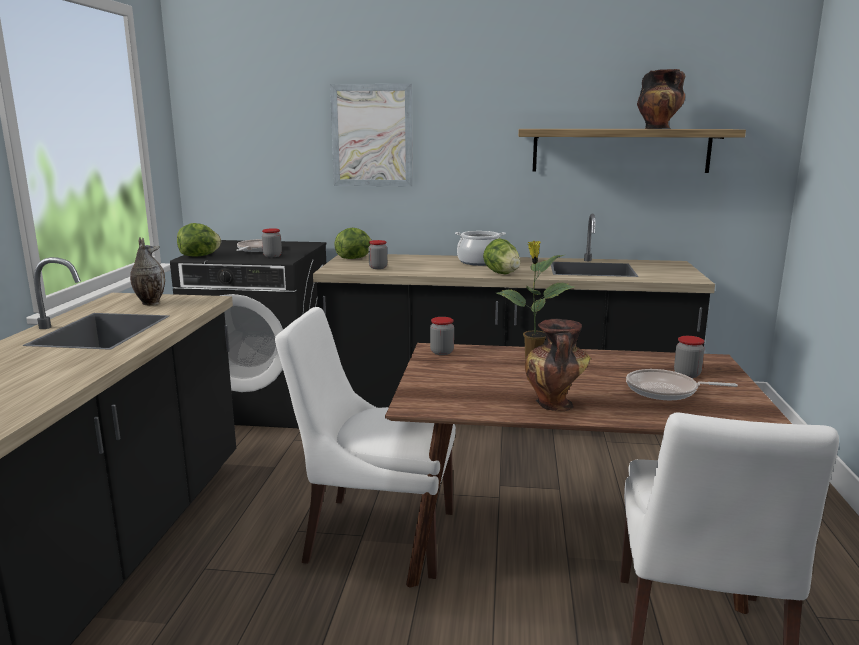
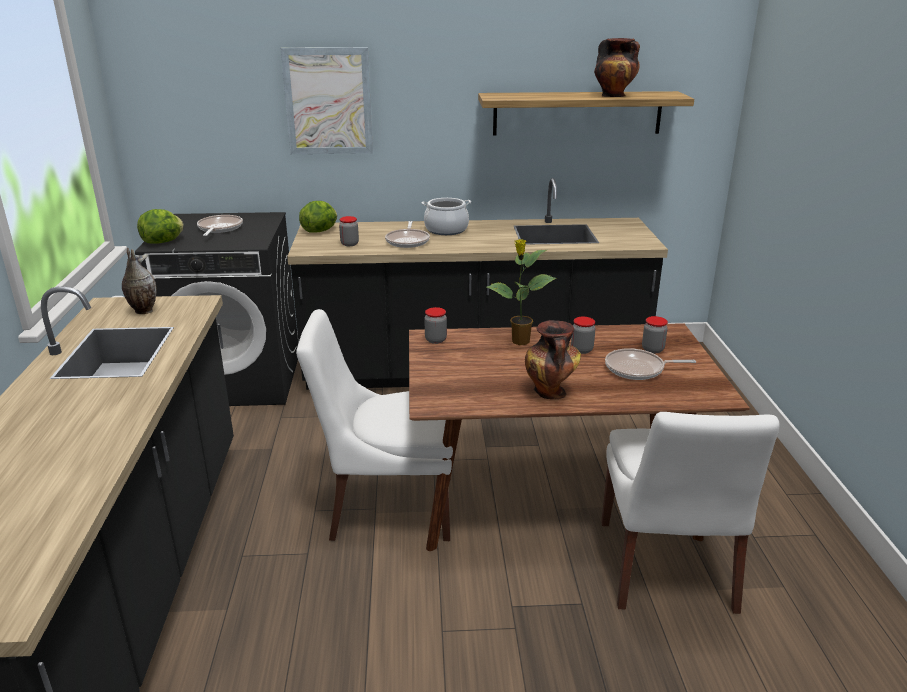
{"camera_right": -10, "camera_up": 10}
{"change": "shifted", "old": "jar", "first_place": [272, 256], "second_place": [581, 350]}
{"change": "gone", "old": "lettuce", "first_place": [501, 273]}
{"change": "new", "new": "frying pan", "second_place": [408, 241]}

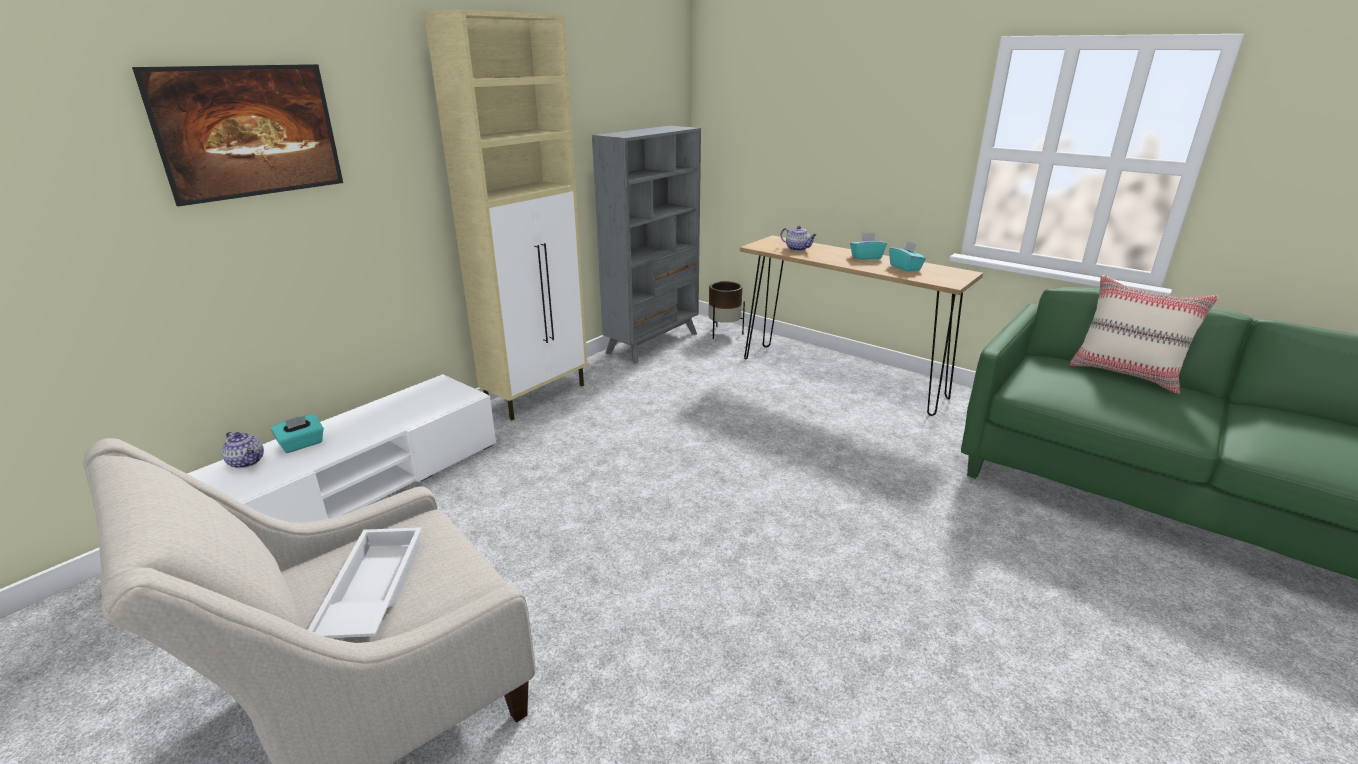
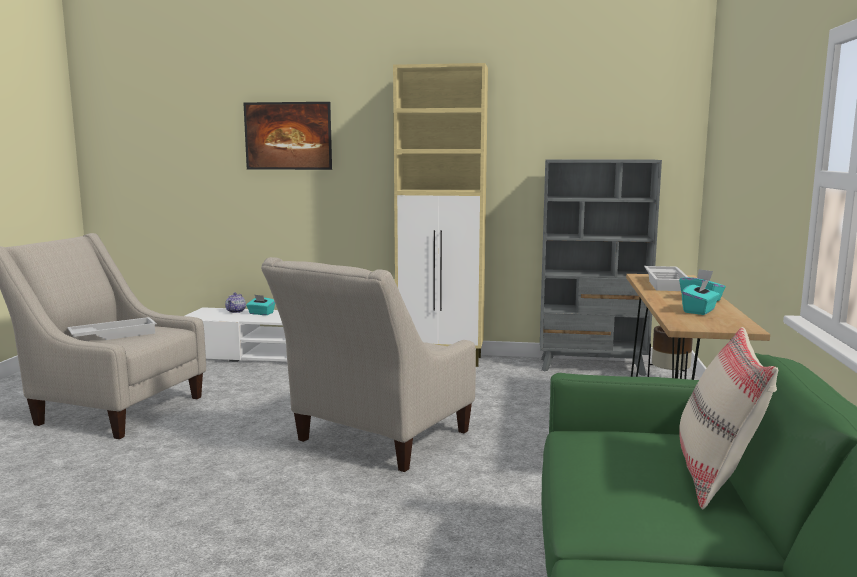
{"camera_right": 60, "camera_up": -15}
{"change": "swapped", "old": "teapot", "new": "white tray", "first_place": [798, 249], "second_place": [667, 283]}
{"change": "new", "new": "beige armchair", "second_place": [375, 440]}

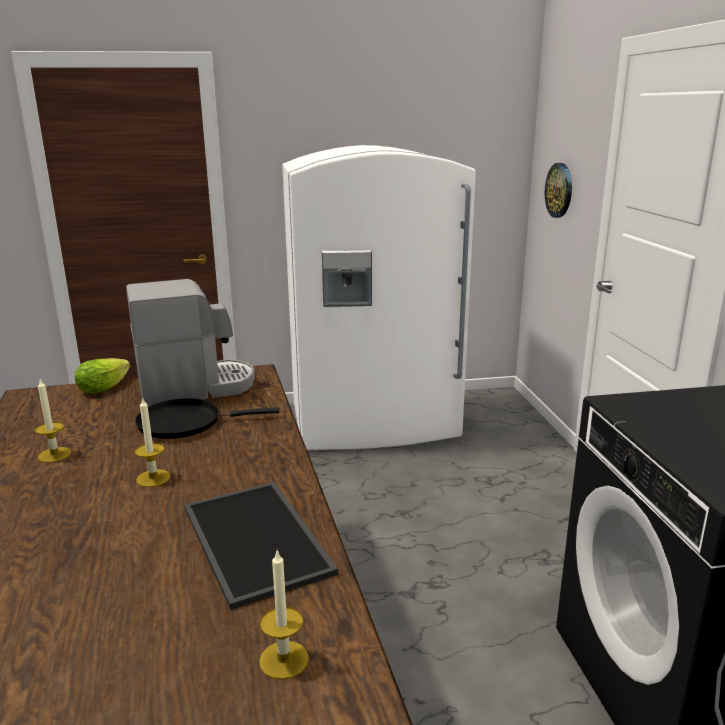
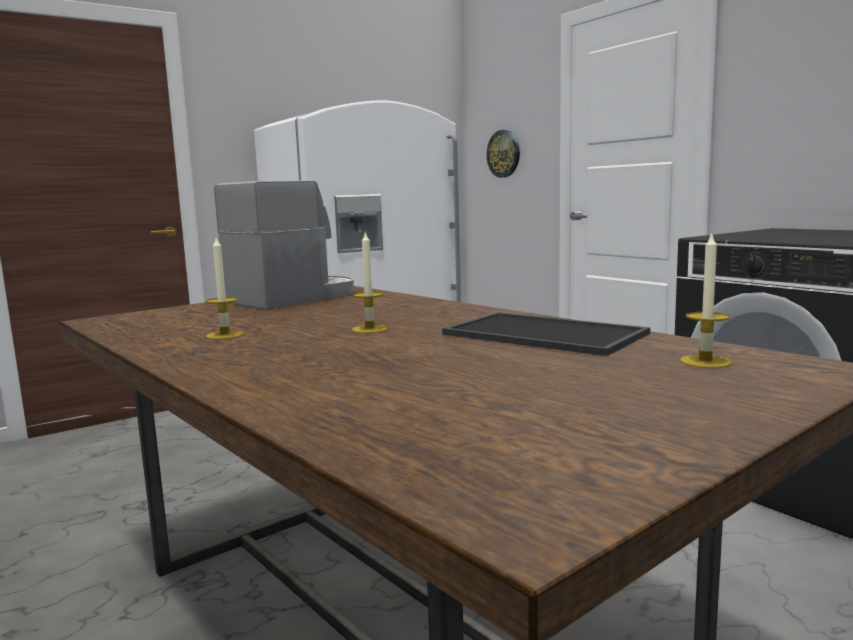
{"camera_right": -25, "camera_up": -10}
{"change": "gone", "old": "lettuce", "first_place": [106, 386]}
{"change": "gone", "old": "black frying pan", "first_place": [185, 423]}

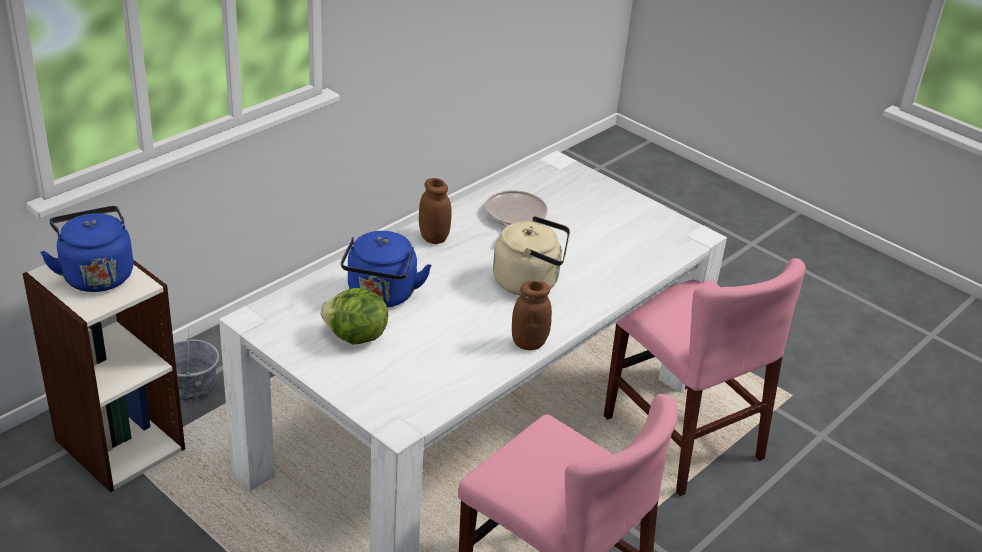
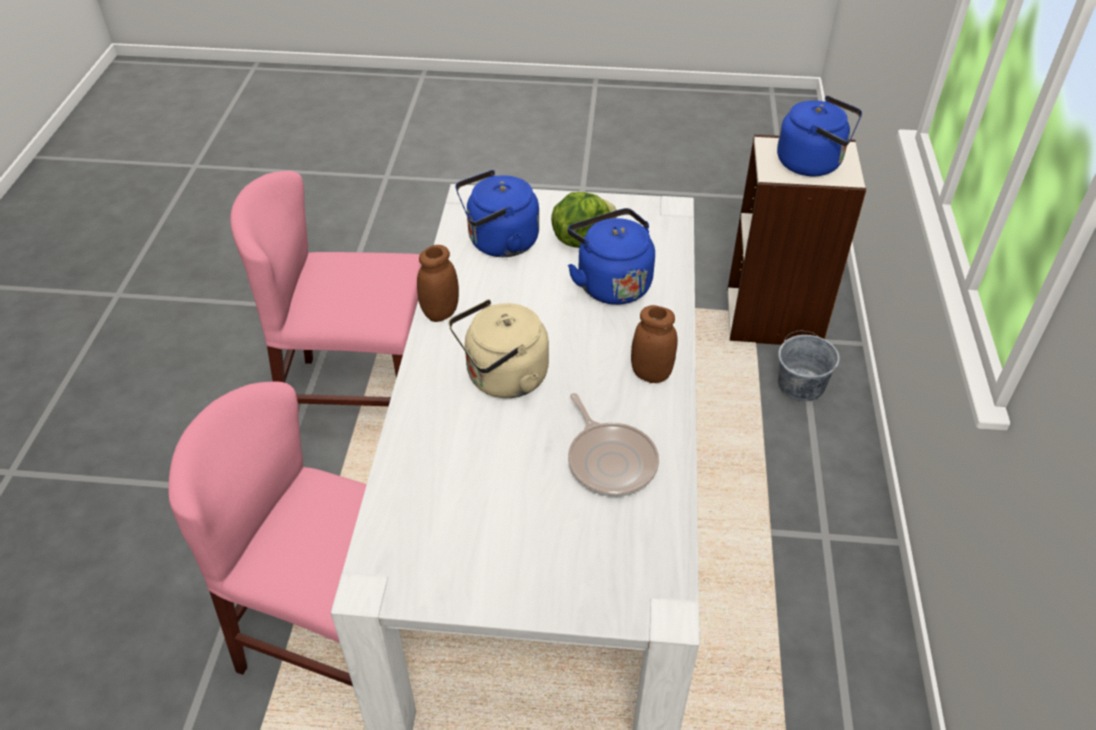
{"camera_right": 145, "camera_up": 10}
{"change": "new", "new": "blue kettle", "second_place": [499, 243]}

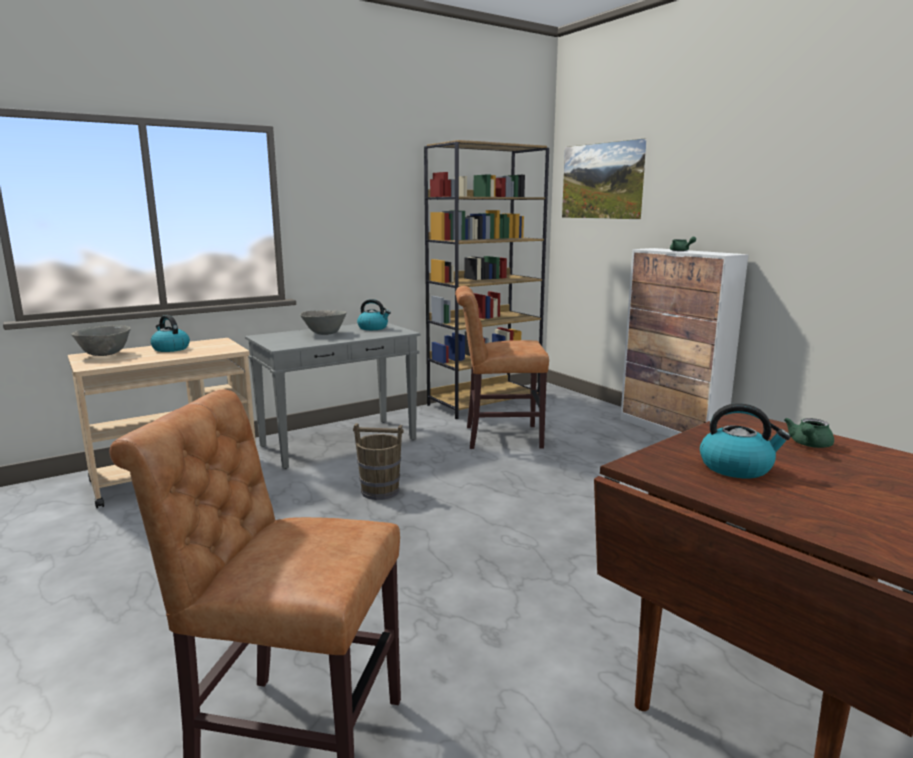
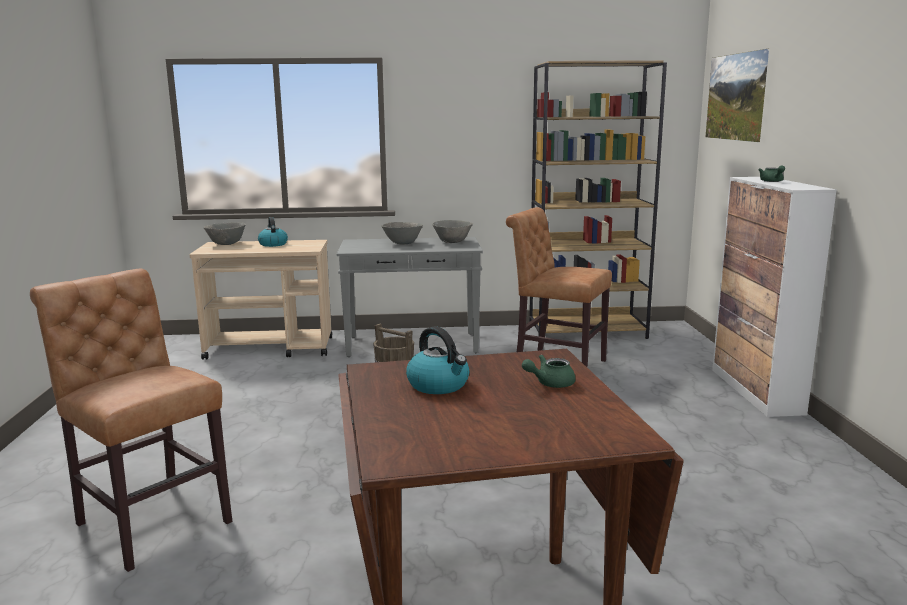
{"camera_right": 30, "camera_up": 0}
{"change": "swapped", "old": "kettle", "new": "grey bowl", "first_place": [373, 328], "second_place": [452, 242]}

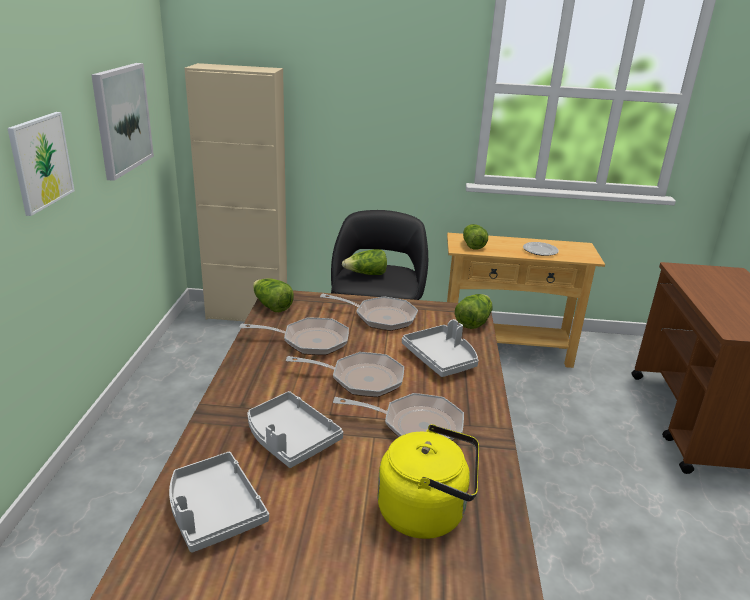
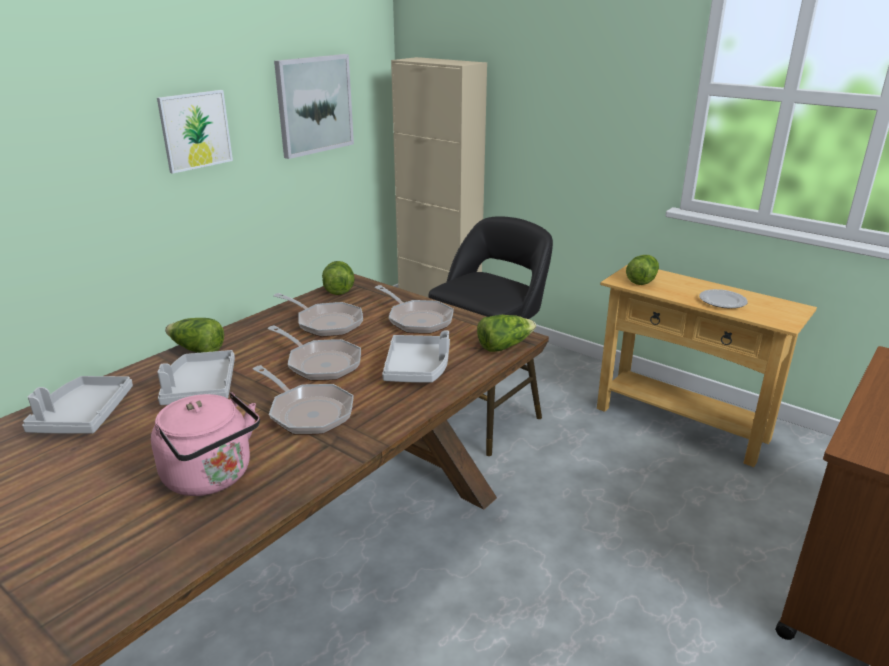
{"camera_right": 35, "camera_up": 0}
{"change": "shifted", "old": "lettuce", "first_place": [366, 274], "second_place": [197, 350]}
{"change": "repainted", "old": "yellow kettle", "new": "pink kettle", "first_place": [427, 512], "second_place": [212, 477]}

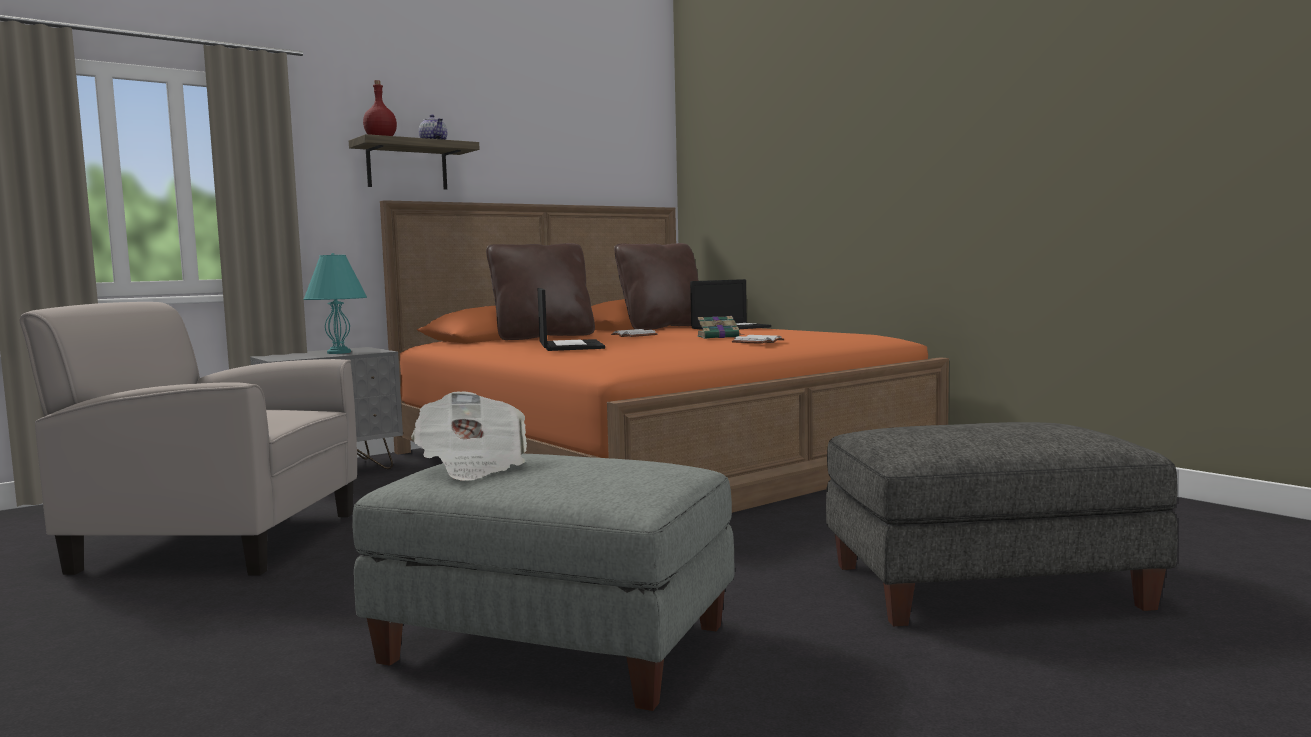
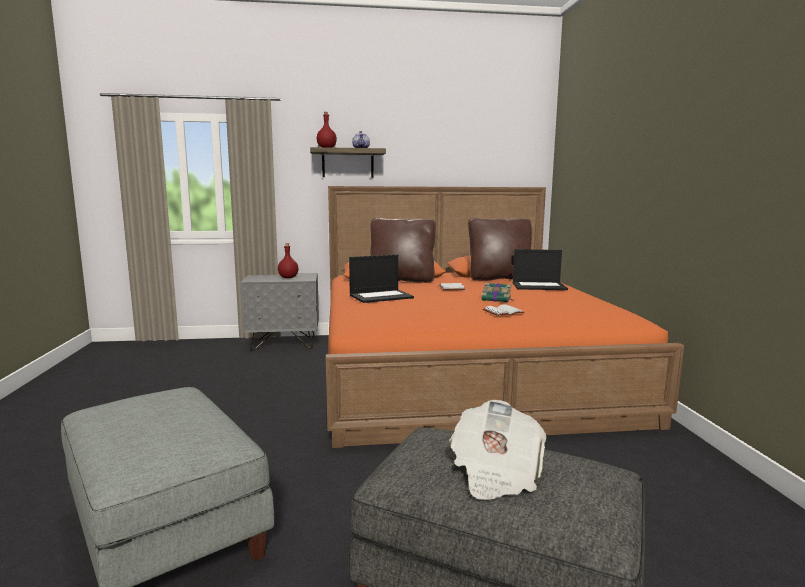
{"camera_right": 30, "camera_up": 5}
{"change": "gone", "old": "beige armchair", "first_place": [217, 541]}
{"change": "swapped", "old": "turquoise table lamp", "new": "red bottle", "first_place": [339, 352], "second_place": [288, 277]}
{"change": "shifted", "old": "newspaper", "first_place": [472, 467], "second_place": [495, 473]}
{"change": "rotated", "old": "laptop", "first_place": [569, 346], "second_place": [381, 296], "degrees": 45}

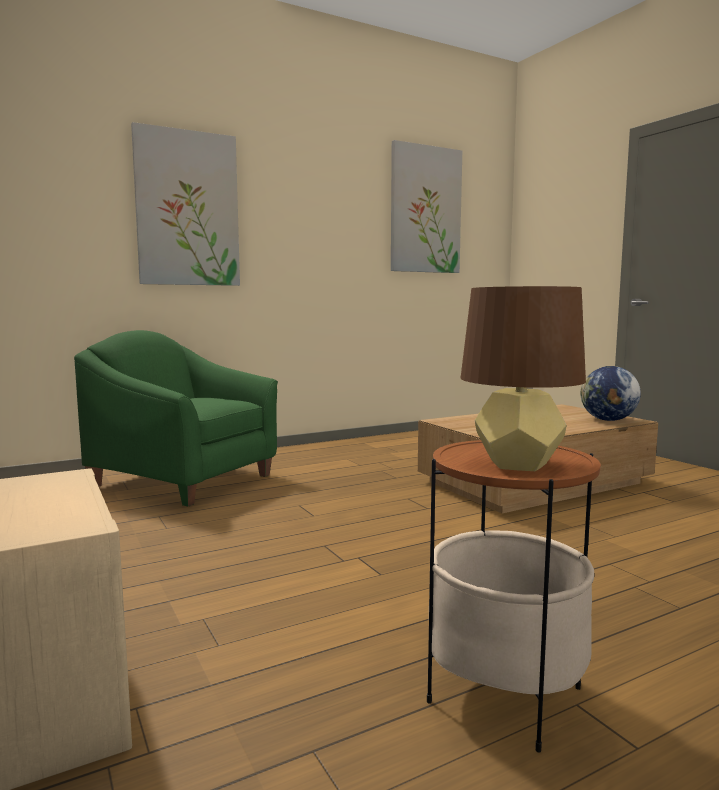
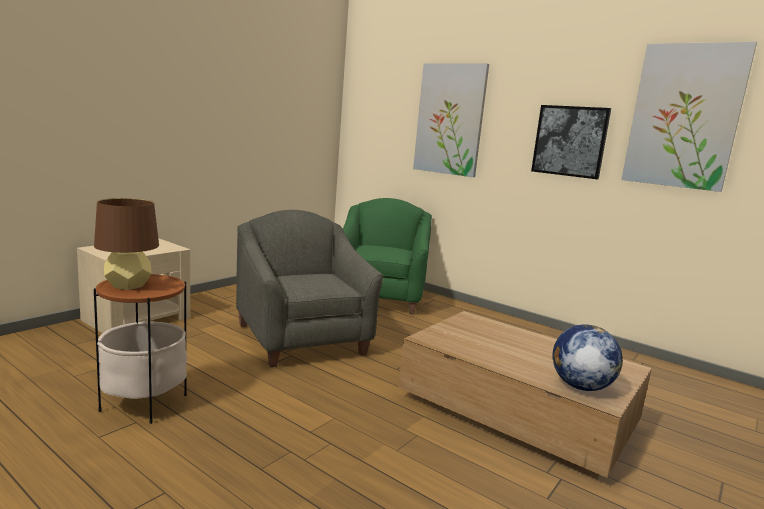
{"camera_right": 65, "camera_up": 5}
{"change": "new", "new": "grey armchair", "second_place": [303, 339]}
{"change": "new", "new": "picture", "second_place": [570, 141]}

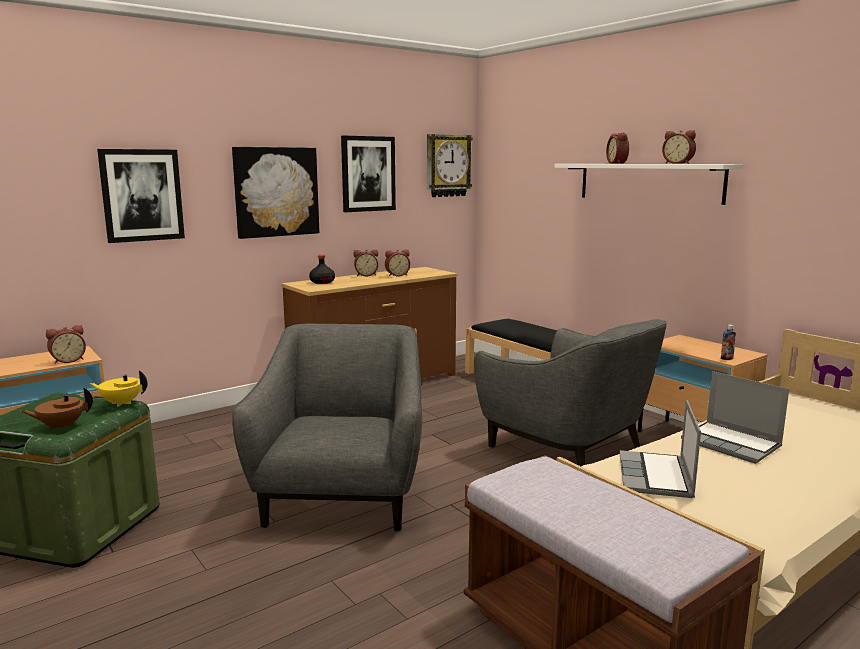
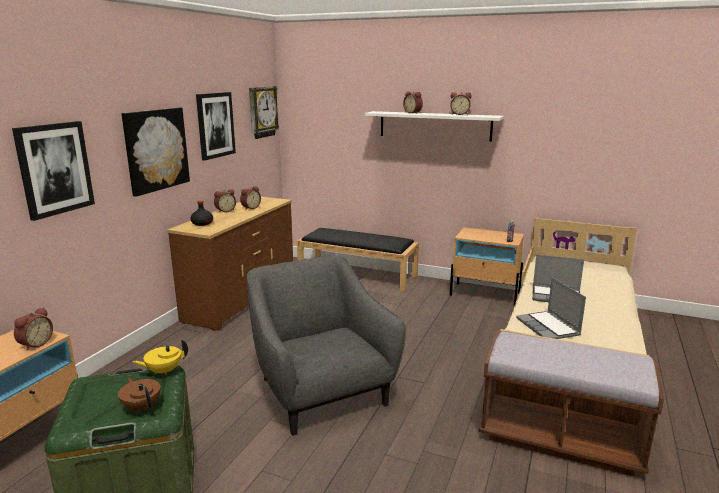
{"camera_right": -30, "camera_up": 5}
{"change": "rotated", "old": "brown teapot", "first_place": [61, 426], "second_place": [142, 407], "degrees": 105}
{"change": "gone", "old": "grey armchair", "first_place": [567, 448]}

